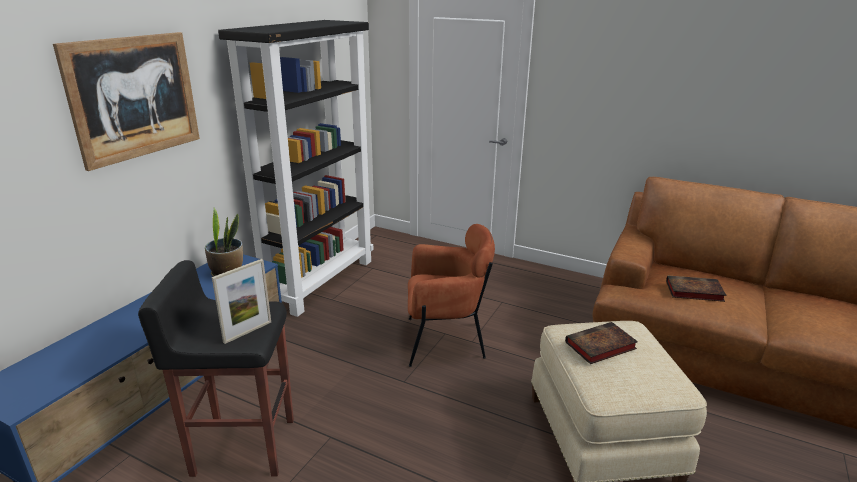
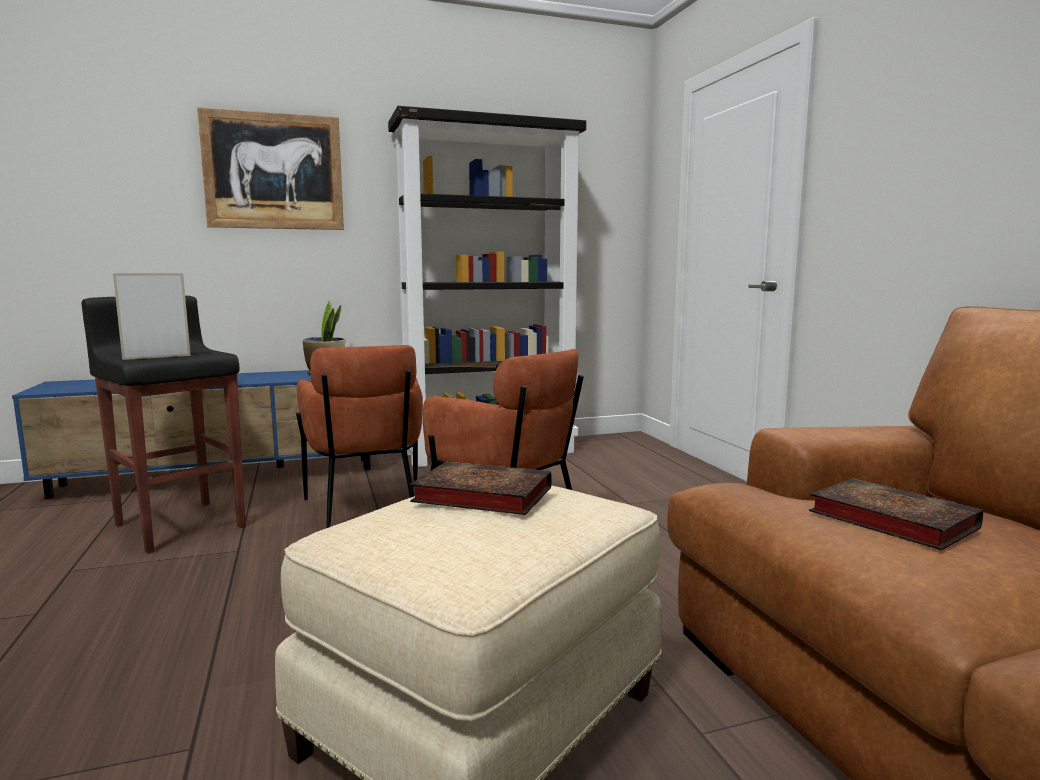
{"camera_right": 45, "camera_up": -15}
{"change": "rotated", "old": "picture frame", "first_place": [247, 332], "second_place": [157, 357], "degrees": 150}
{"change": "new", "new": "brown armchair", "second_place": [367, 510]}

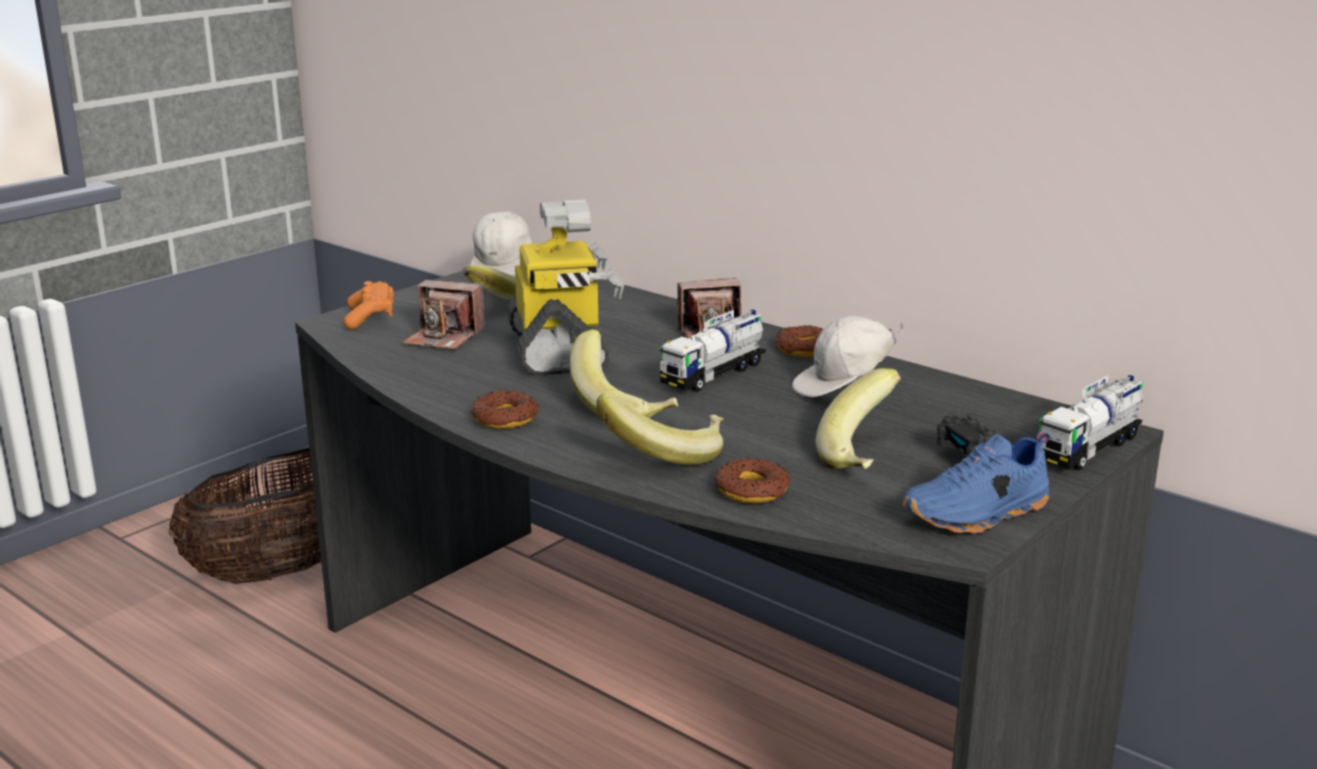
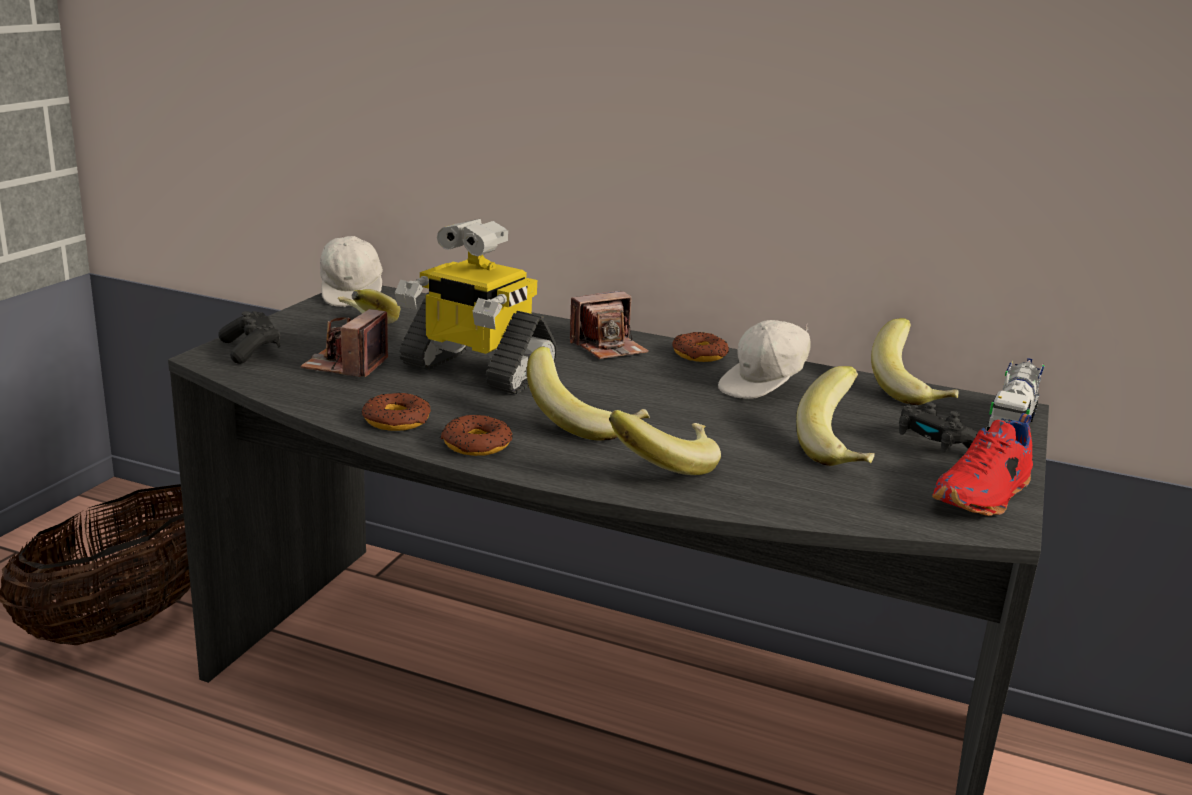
{"camera_right": -20, "camera_up": 0}
{"change": "repainted", "old": "orange game controller", "new": "black game controller", "first_place": [370, 318], "second_place": [251, 350]}
{"change": "rotated", "old": "photo camera", "first_place": [444, 338], "second_place": [346, 365], "degrees": 105}
{"change": "rotated", "old": "toy robot", "first_place": [560, 350], "second_place": [475, 370], "degrees": 150}
{"change": "gone", "old": "toy truck", "first_place": [714, 374]}
{"change": "shifted", "old": "donut", "first_place": [752, 490], "second_place": [397, 420]}
{"change": "repainted", "old": "blue shoe", "new": "red shoe", "first_place": [979, 515], "second_place": [984, 496]}
{"change": "new", "new": "banana", "second_place": [913, 391]}

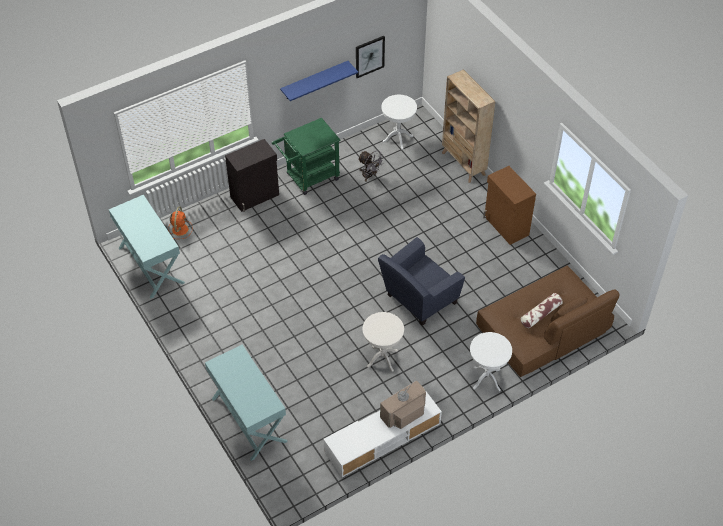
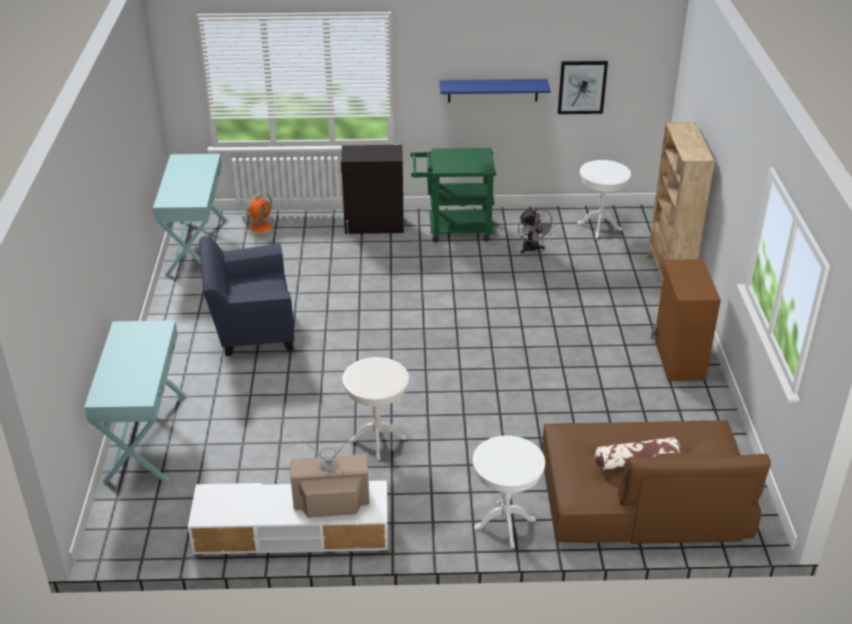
{"camera_right": 30, "camera_up": -15}
{"change": "shifted", "old": "blue armchair", "first_place": [418, 300], "second_place": [250, 330]}

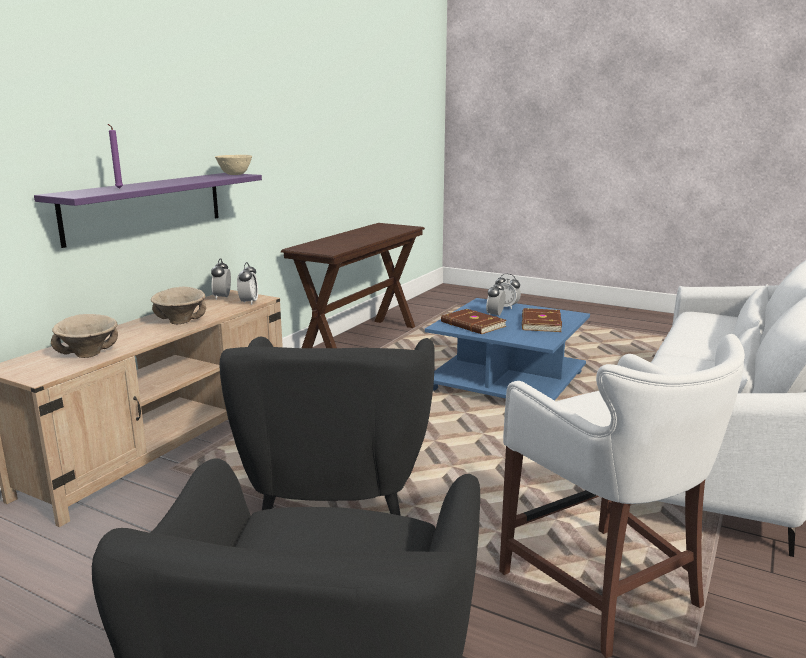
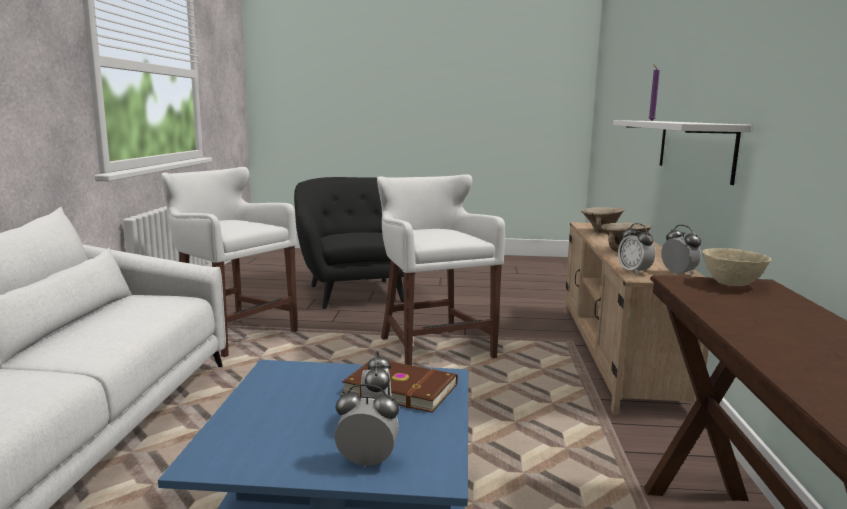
{"camera_right": 155, "camera_up": -5}
{"change": "repainted", "old": "purple shelf", "new": "white shelf", "first_place": [145, 206], "second_place": [694, 148]}
{"change": "shifted", "old": "beige bowl", "first_place": [234, 174], "second_place": [731, 284]}
{"change": "swapped", "old": "black armchair", "new": "white stool", "first_place": [337, 493], "second_place": [432, 347]}
{"change": "gone", "old": "brown book", "first_place": [540, 323]}

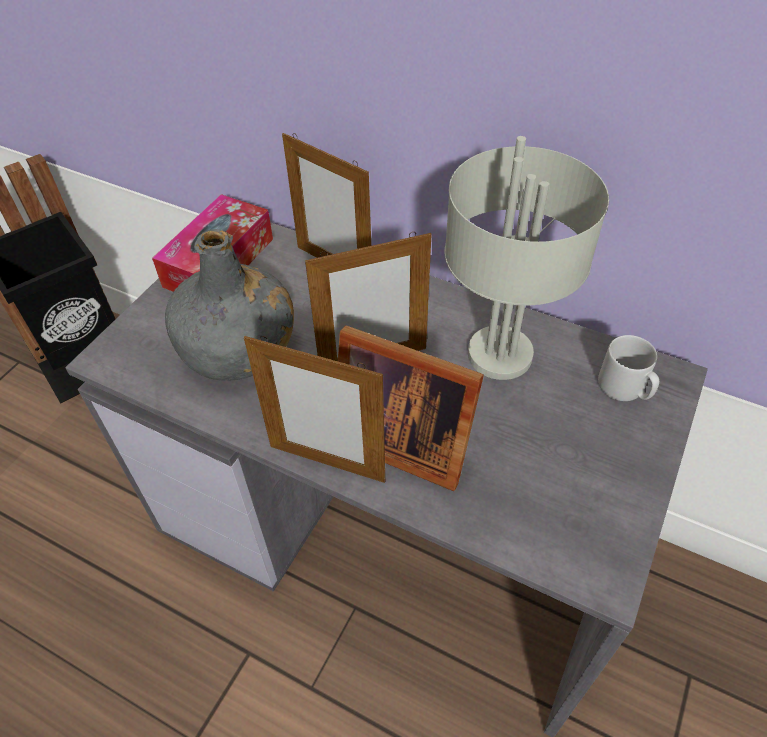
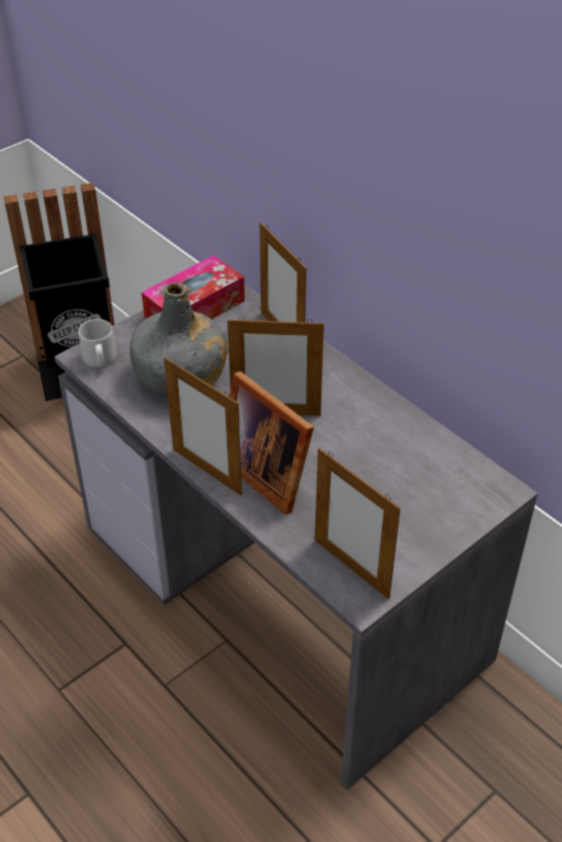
{"camera_right": 20, "camera_up": -5}
{"change": "gone", "old": "grey table lamp", "first_place": [501, 354]}
{"change": "shifted", "old": "grey mug", "first_place": [625, 388], "second_place": [100, 360]}
{"change": "new", "new": "picture frame", "second_place": [351, 568]}

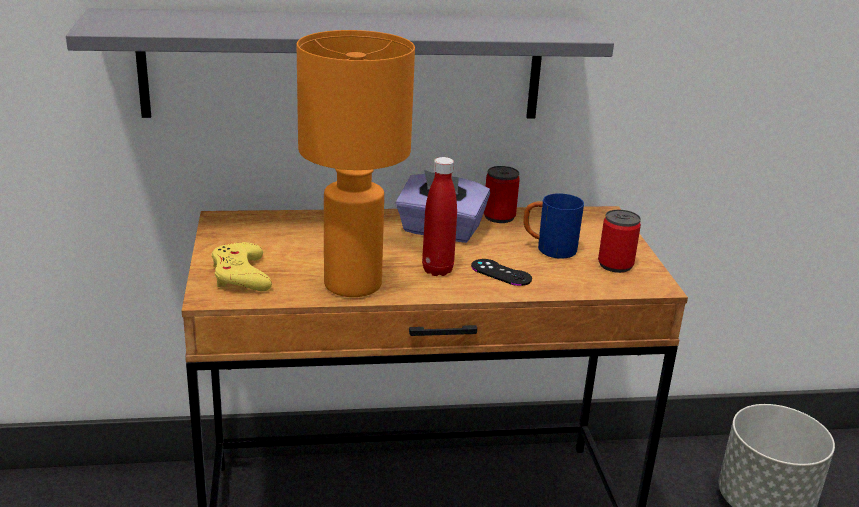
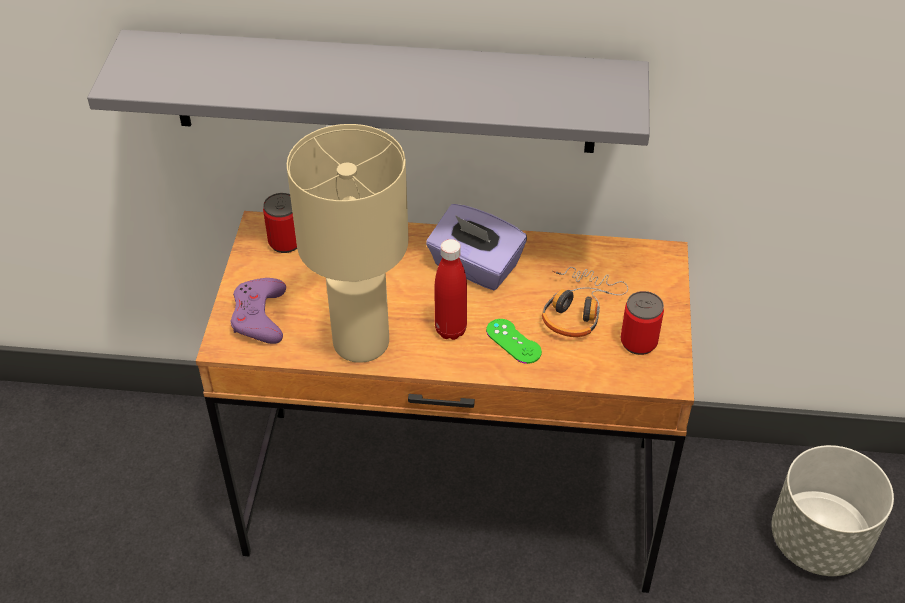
{"camera_right": 15, "camera_up": 20}
{"change": "repainted", "old": "yellow game controller", "new": "purple game controller", "first_place": [241, 275], "second_place": [259, 316]}
{"change": "repainted", "old": "orange table lamp", "new": "beige table lamp", "first_place": [351, 284], "second_place": [359, 342]}
{"change": "repainted", "old": "black game controller", "new": "green game controller", "first_place": [501, 273], "second_place": [513, 341]}
{"change": "shifted", "old": "can", "first_place": [499, 217], "second_place": [285, 242]}
{"change": "swapped", "old": "blue mug", "new": "headphones", "first_place": [548, 249], "second_place": [578, 309]}

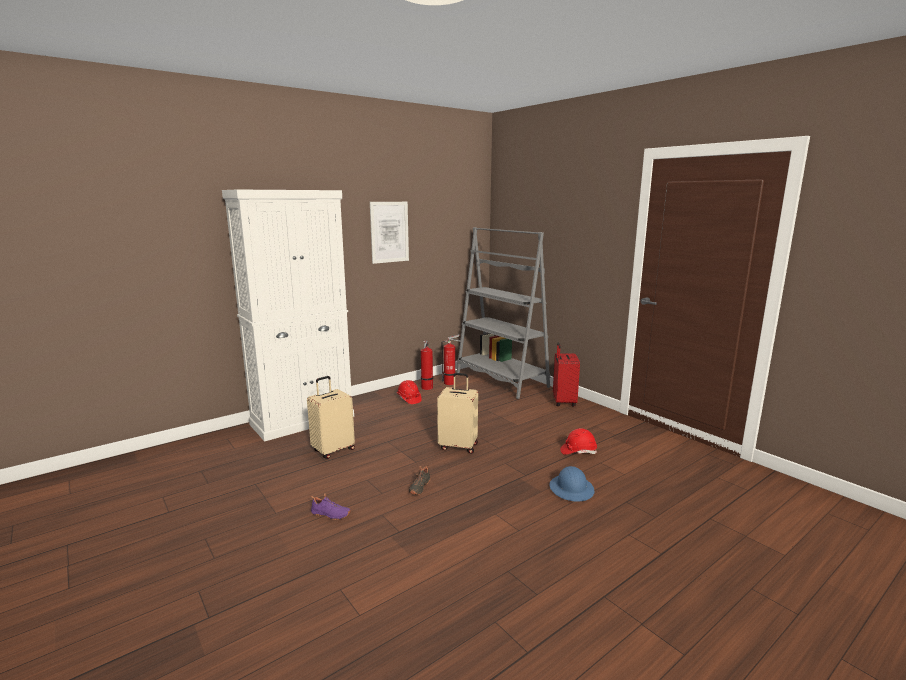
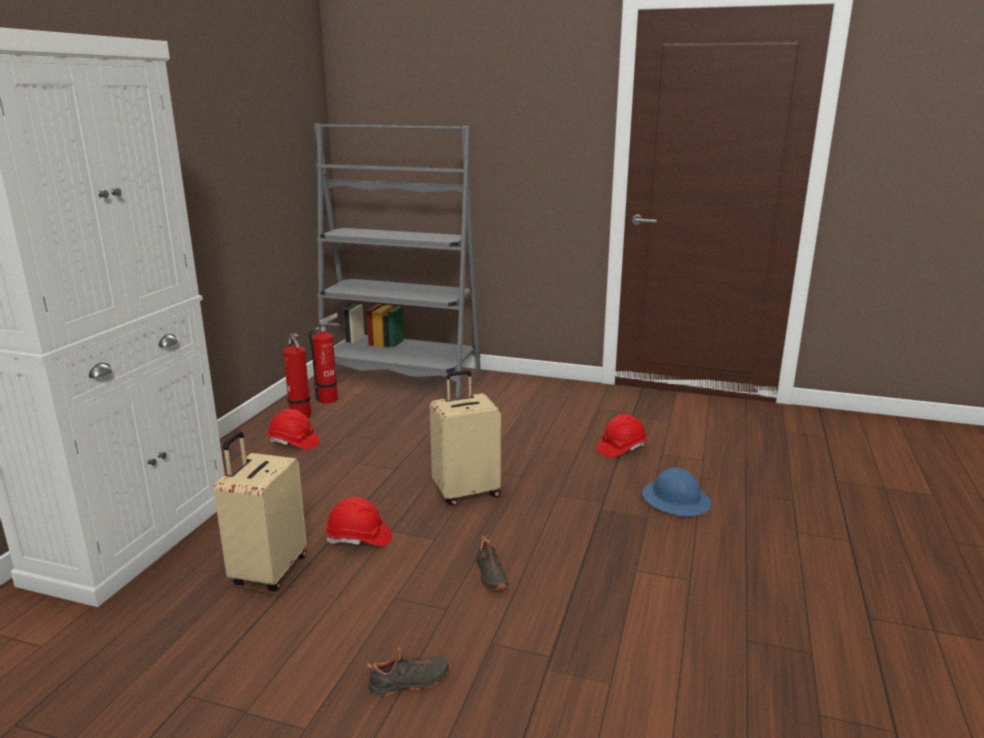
{"camera_right": -35, "camera_up": 5}
{"change": "repainted", "old": "purple shoe", "new": "black shoe", "first_place": [330, 514], "second_place": [410, 683]}
{"change": "gone", "old": "picture", "first_place": [389, 232]}
{"change": "gone", "old": "red suitcase", "first_place": [563, 402]}
{"change": "new", "new": "red hard hat", "second_place": [359, 539]}

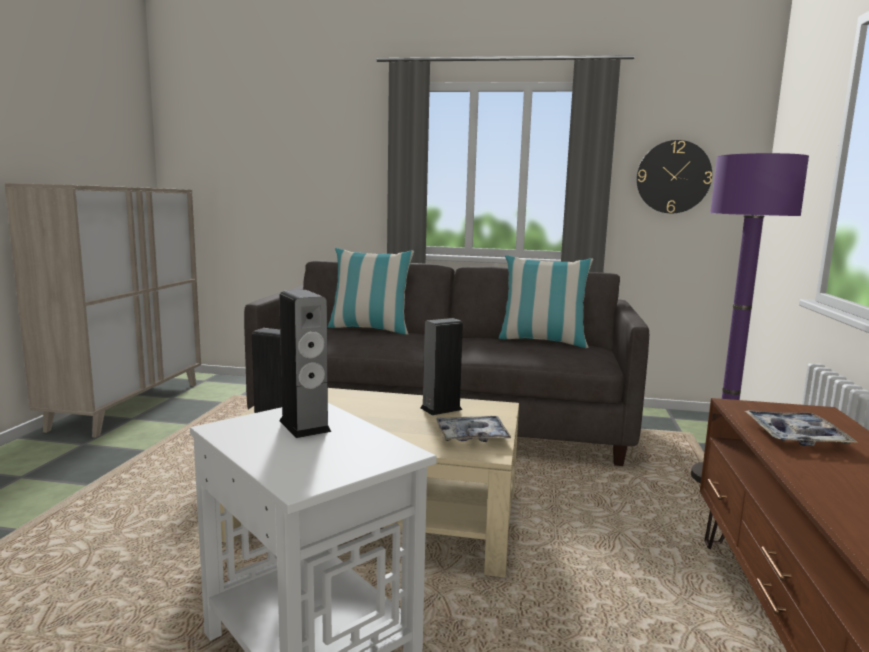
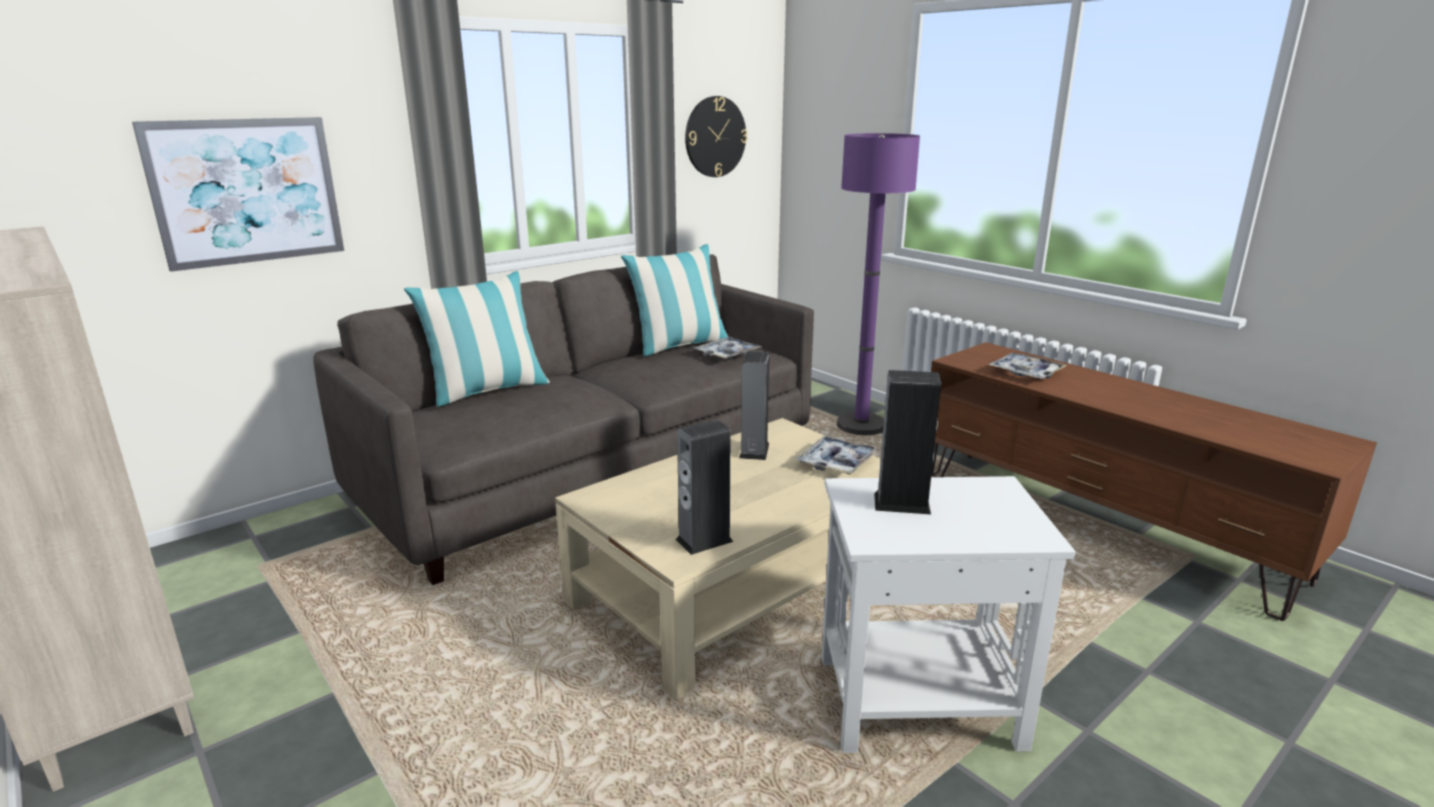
{"camera_right": -50, "camera_up": 10}
{"change": "new", "new": "picture", "second_place": [246, 191]}
{"change": "new", "new": "tray", "second_place": [727, 354]}

